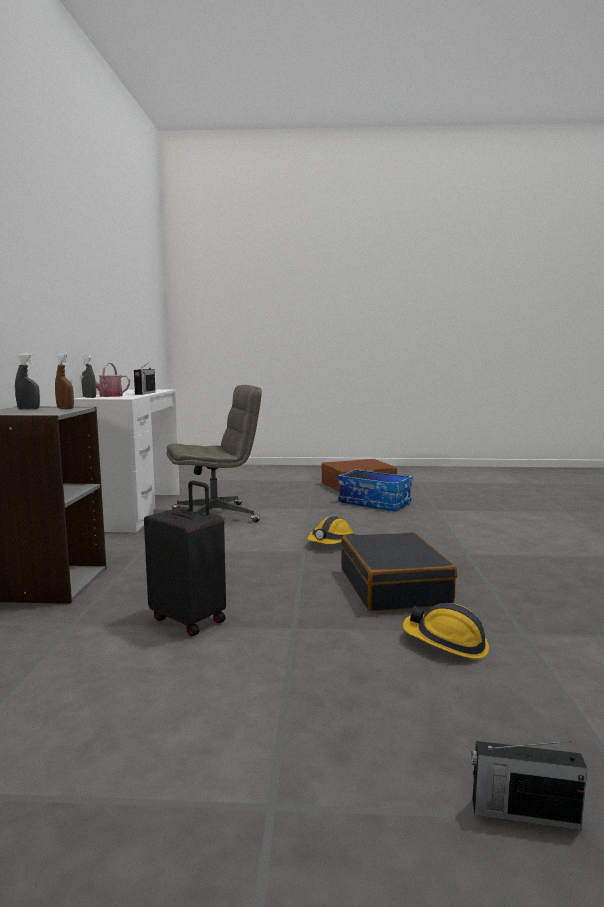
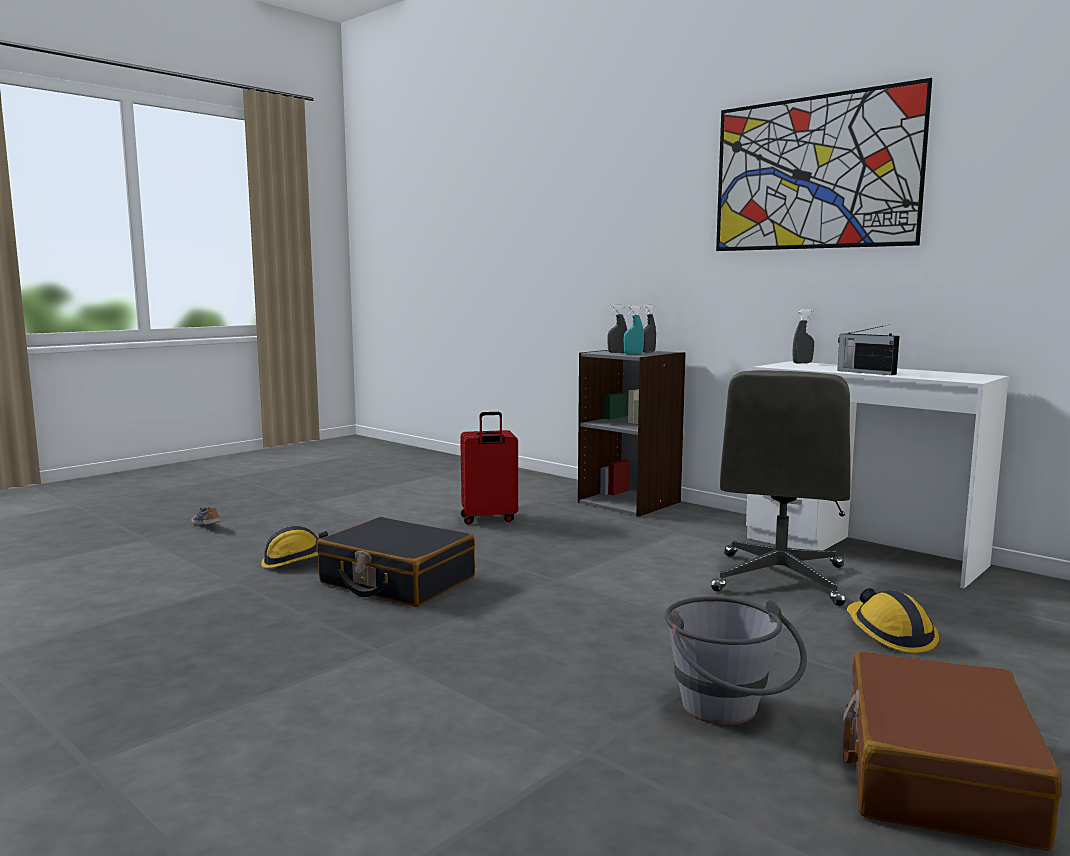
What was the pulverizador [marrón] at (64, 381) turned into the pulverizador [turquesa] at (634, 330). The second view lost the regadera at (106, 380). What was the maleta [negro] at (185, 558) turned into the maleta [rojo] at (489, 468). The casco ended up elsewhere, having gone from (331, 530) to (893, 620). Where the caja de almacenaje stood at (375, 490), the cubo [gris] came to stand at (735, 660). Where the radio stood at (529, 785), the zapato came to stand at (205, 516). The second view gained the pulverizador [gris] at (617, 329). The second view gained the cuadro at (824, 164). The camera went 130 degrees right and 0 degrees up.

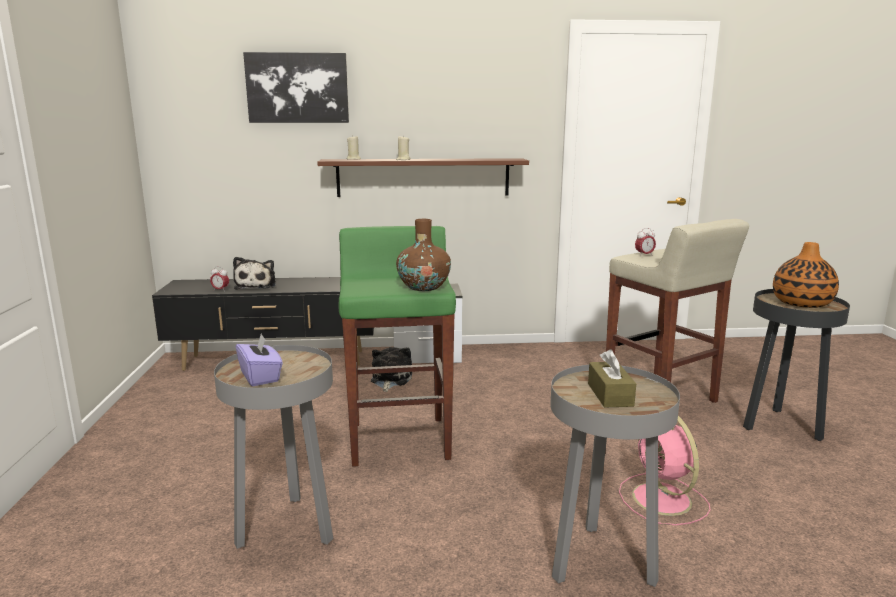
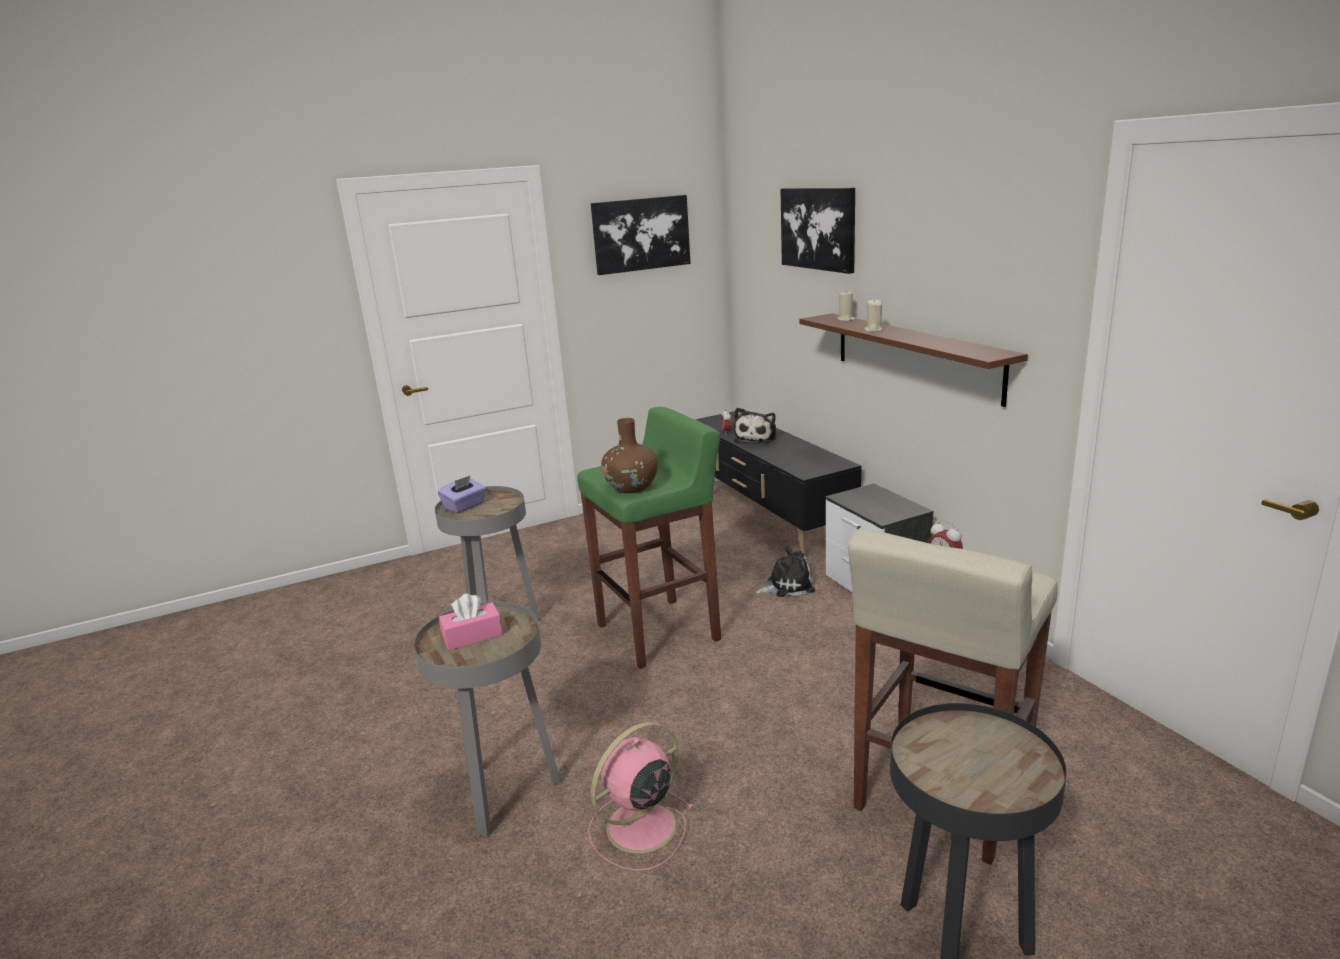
The peluche at (254, 273) ended up facing another way, 45 degrees counterclockwise from before. What was the caja de pañuelos [marrón] at (612, 378) turned into the caja de pañuelos [rosa] at (471, 622). The second view lost the florero at (806, 275). The second view gained the cuadro at (641, 235). The camera went 70 degrees right and 5 degrees up.

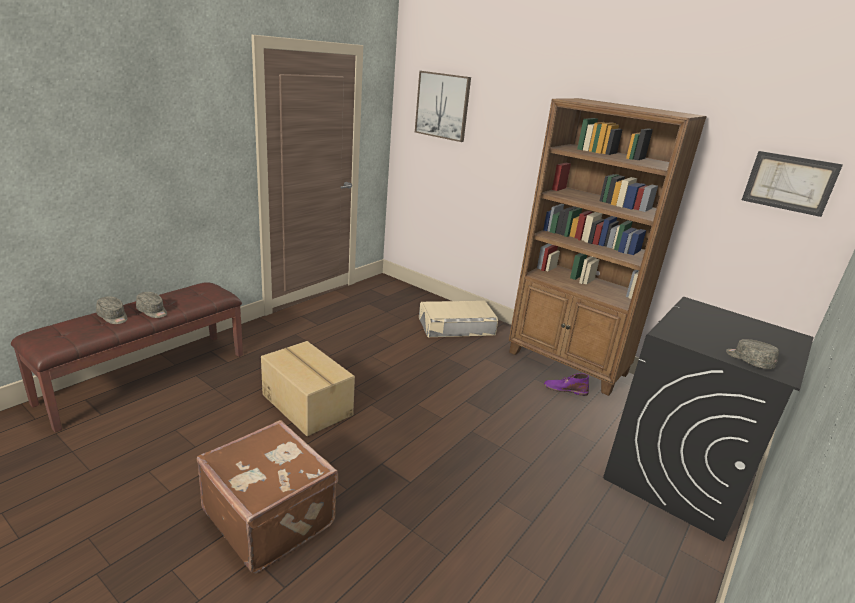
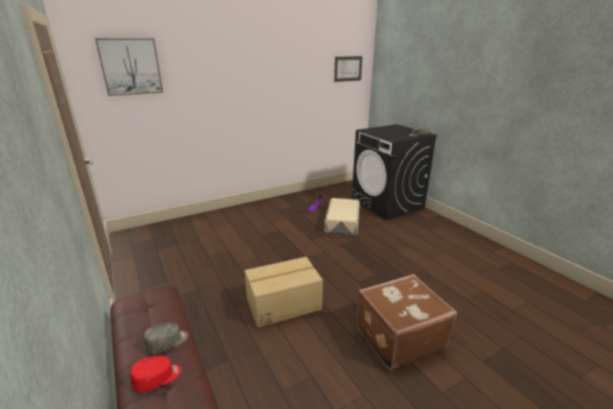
What was the gorra [gris] at (111, 310) turned into the gorra [rojo] at (156, 374). The caja de almacenaje [beis] ended up elsewhere, having gone from (458, 319) to (342, 216). The second view lost the estantería [marrón] at (608, 247). The camera went 65 degrees left and 0 degrees up.

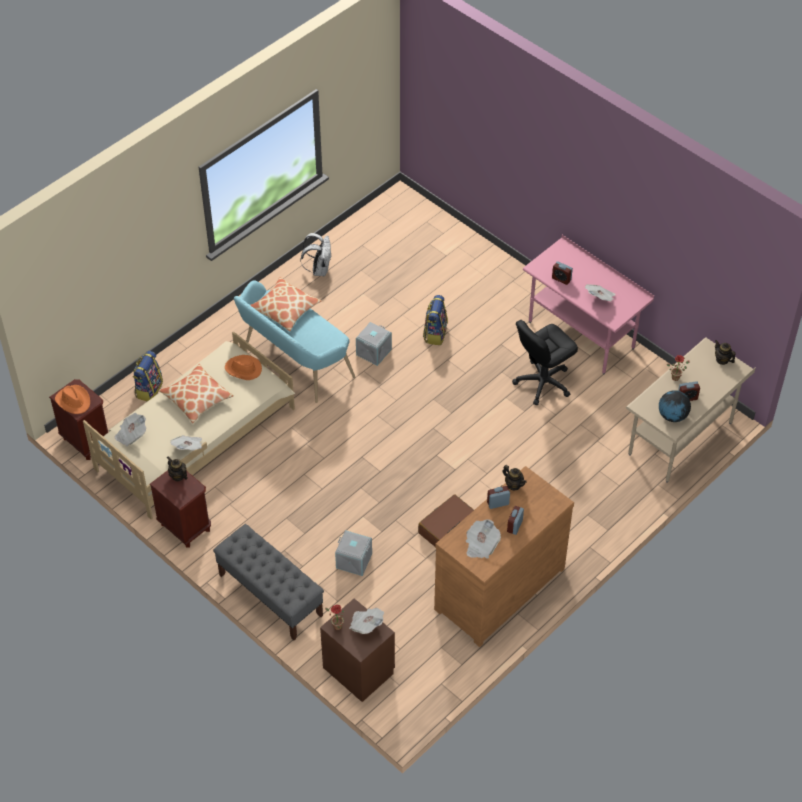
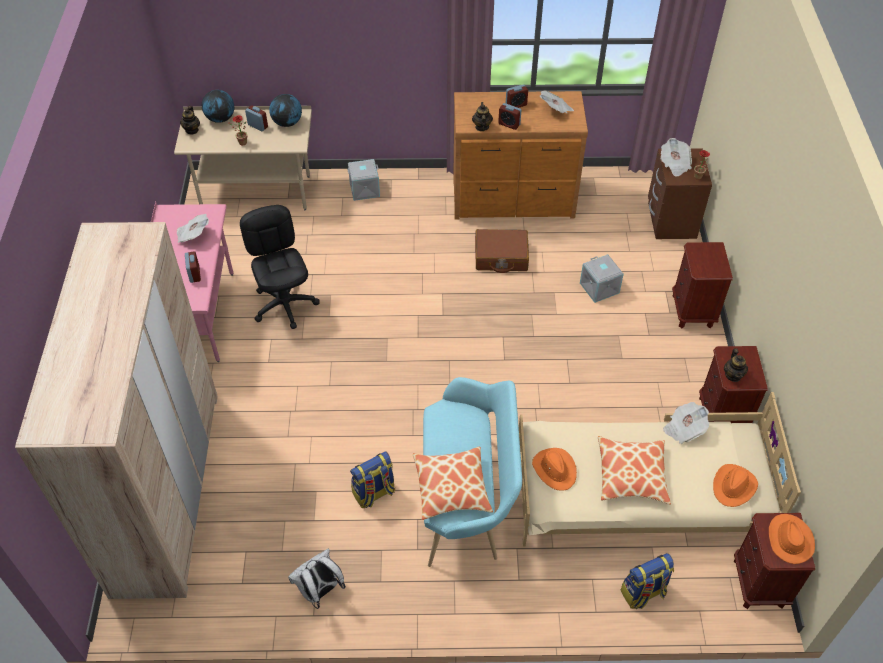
Where the periódico stood at (130, 430), the sombrero [naranja] came to stand at (735, 485). Where the banco [gris] stood at (268, 582), the mesita de noche [marrón] came to stand at (702, 285). The caja de almacenaje [gris] ended up elsewhere, having gone from (374, 344) to (363, 180). The mochila ended up elsewhere, having gone from (435, 320) to (372, 479). The silla de oficina [negro] at (545, 362) ended up facing another way, 120 degrees counterclockwise from before. The second view gained the armario ropero [beis] at (116, 410). The second view gained the globo terráqueo at (218, 106). The camera went 135 degrees left and 0 degrees up.

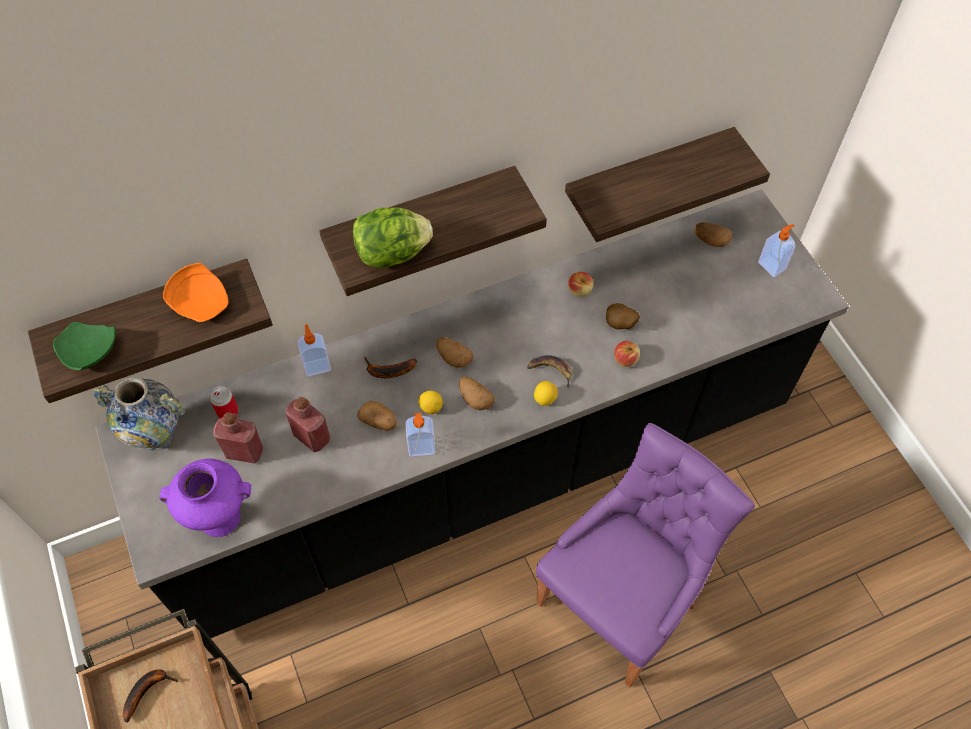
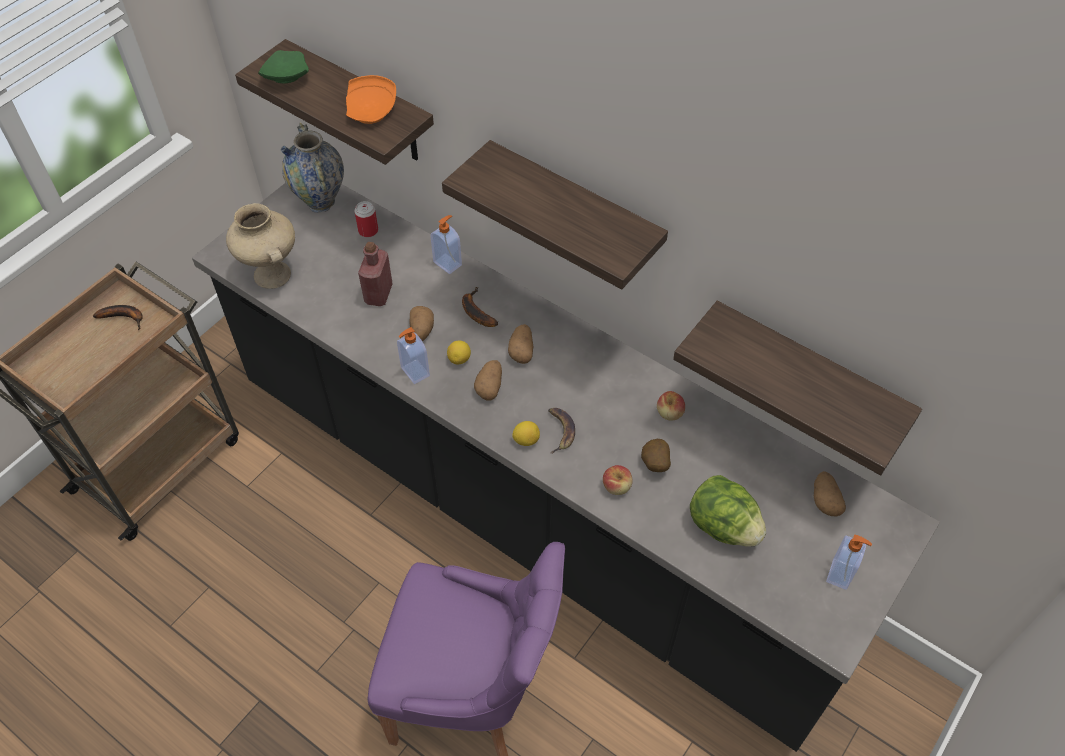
What was the florero [morado] at (205, 497) turned into the florero [beis] at (260, 246). The second view lost the botella [rojo] at (238, 438). The lechuga ended up elsewhere, having gone from (393, 237) to (728, 511). The camera went 60 degrees right and 5 degrees down.

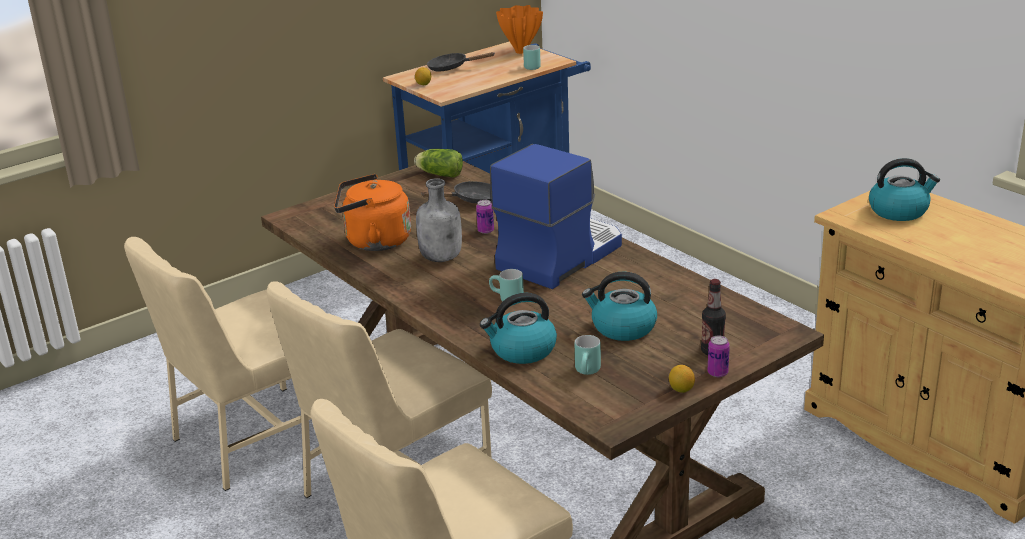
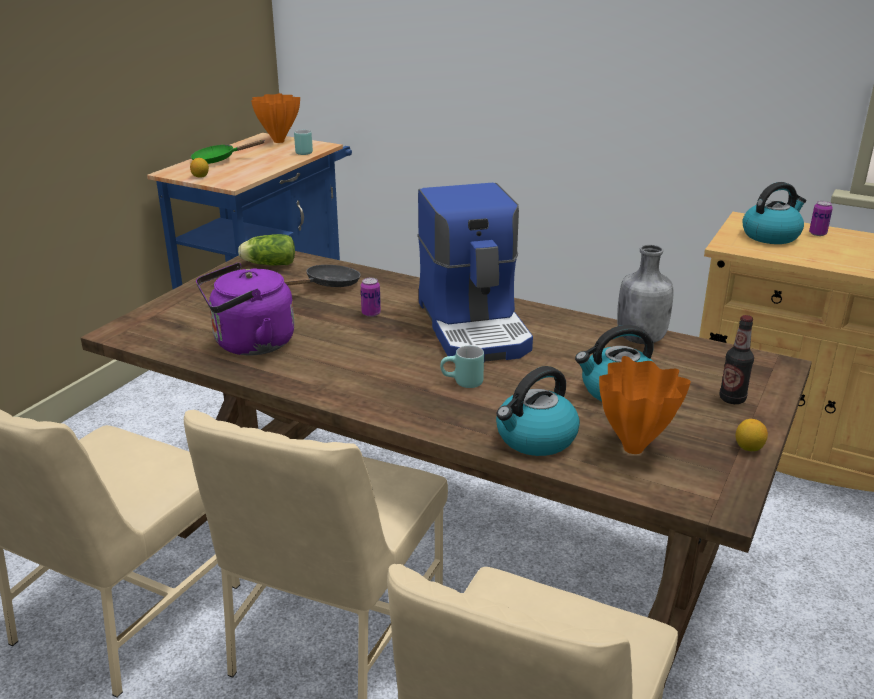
What was the hervidor [naranja] at (372, 212) turned into the hervidor [morado] at (245, 309). The botella [gris] ended up elsewhere, having gone from (439, 220) to (645, 294). What was the sartén [negro] at (461, 61) turned into the sartén [verde] at (227, 152). The cafetera at (556, 216) ended up facing another way, 150 degrees clockwise from before. Where the taza grande [turquesa] stood at (588, 355), the florero [naranja] came to stand at (645, 405). The lata ended up elsewhere, having gone from (719, 356) to (821, 218). The camera went 25 degrees left and 0 degrees up.

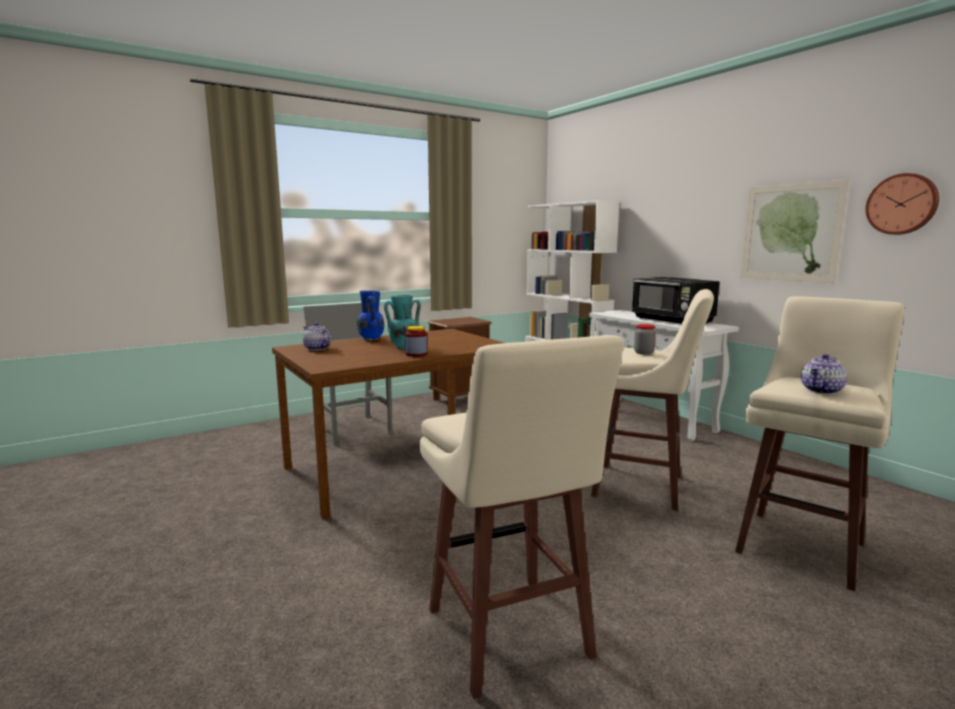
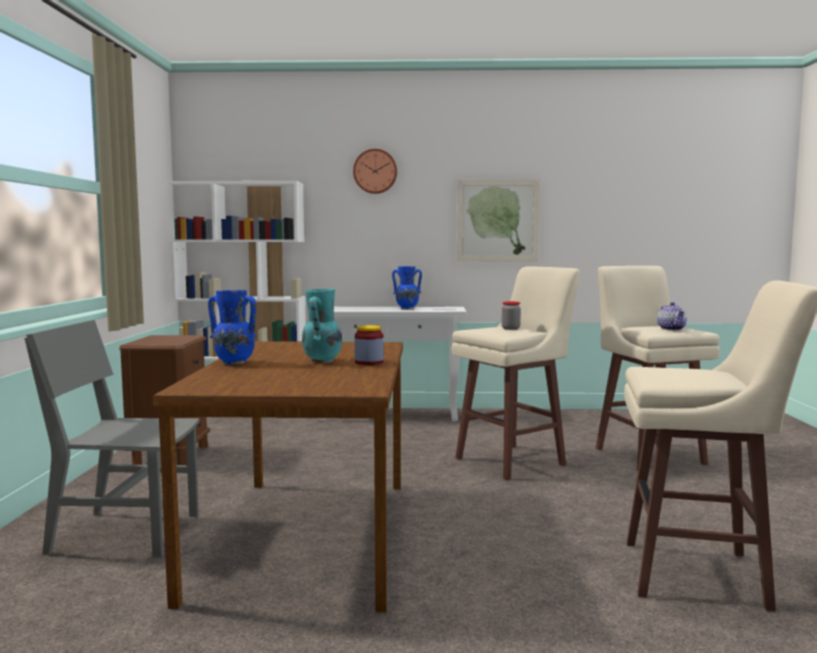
The second view lost the tetera at (317, 336). Where the microondas [negro] stood at (676, 300), the florero [azul] came to stand at (407, 287). The reloj de pared ended up elsewhere, having gone from (902, 204) to (375, 171). The camera went 55 degrees left and 5 degrees down.

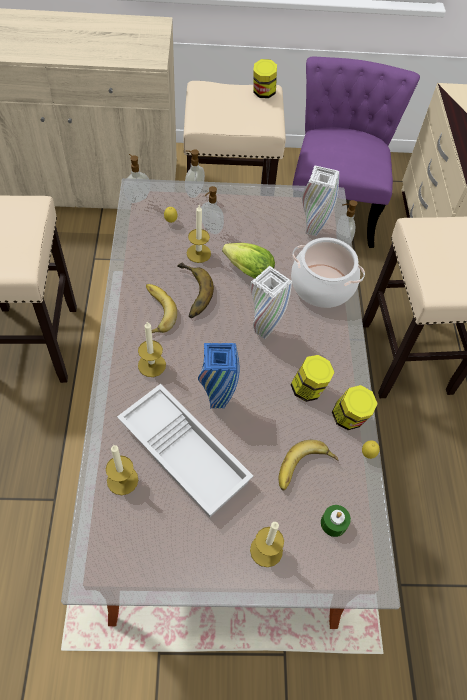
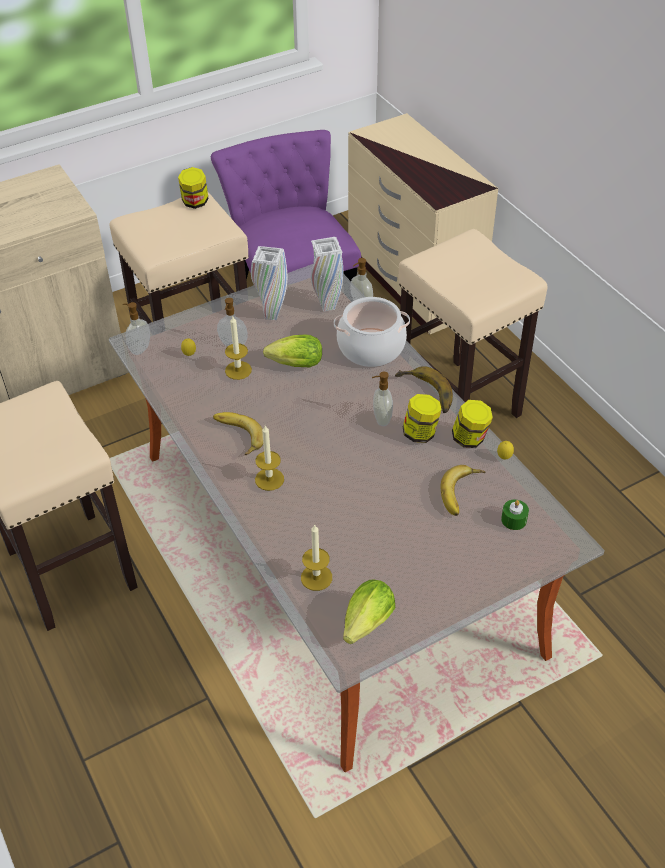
The second view lost the bandeja [blanco] at (185, 450). The plátano ended up elsewhere, having gone from (195, 290) to (424, 389). The dispensador de jabón ended up elsewhere, having gone from (195, 173) to (382, 399). The second view lost the florero [azul] at (219, 375). The florero [blanco] ended up elsewhere, having gone from (271, 302) to (269, 283). The second view lost the vela at (267, 544). The second view gained the lechuga at (369, 612). The camera went 25 degrees left and 10 degrees down.

